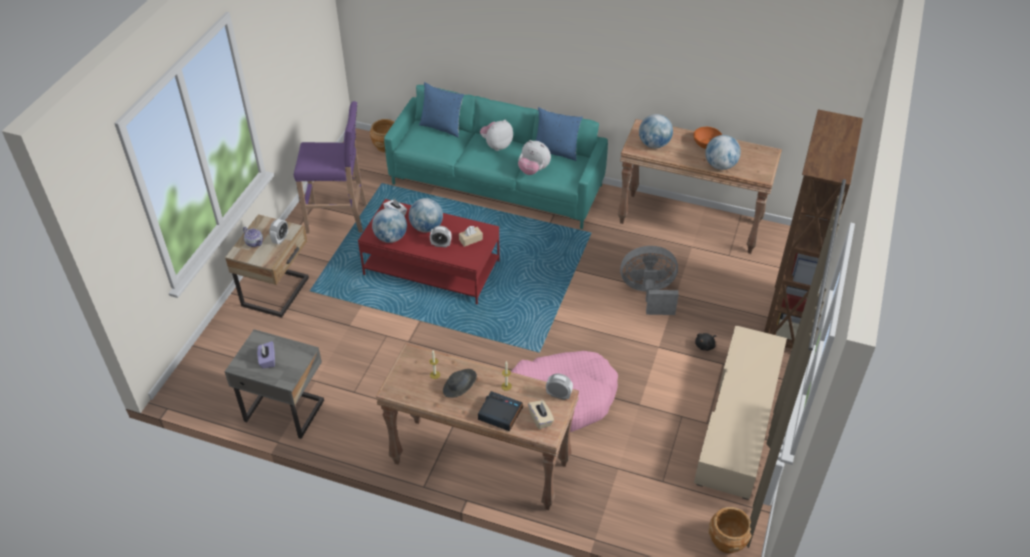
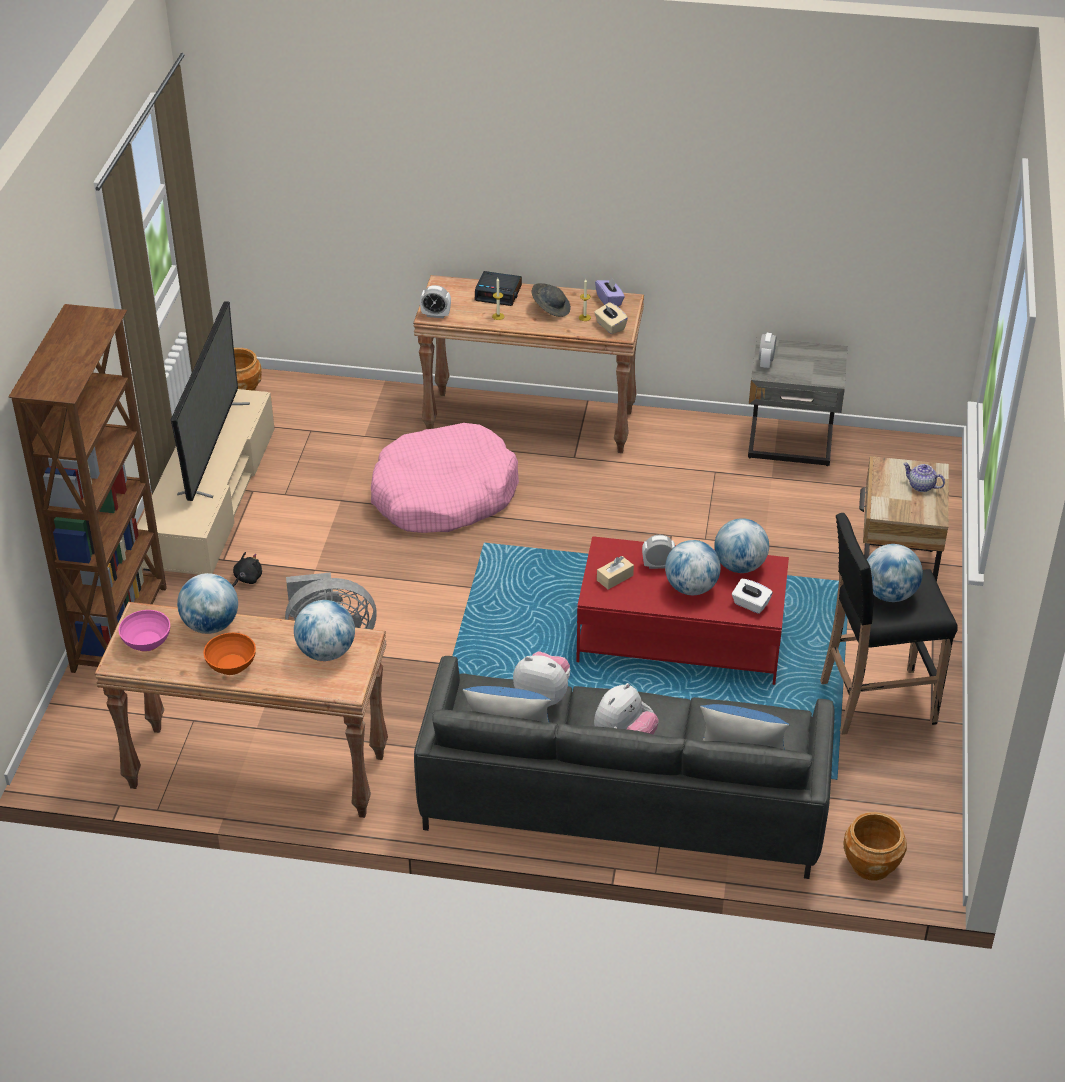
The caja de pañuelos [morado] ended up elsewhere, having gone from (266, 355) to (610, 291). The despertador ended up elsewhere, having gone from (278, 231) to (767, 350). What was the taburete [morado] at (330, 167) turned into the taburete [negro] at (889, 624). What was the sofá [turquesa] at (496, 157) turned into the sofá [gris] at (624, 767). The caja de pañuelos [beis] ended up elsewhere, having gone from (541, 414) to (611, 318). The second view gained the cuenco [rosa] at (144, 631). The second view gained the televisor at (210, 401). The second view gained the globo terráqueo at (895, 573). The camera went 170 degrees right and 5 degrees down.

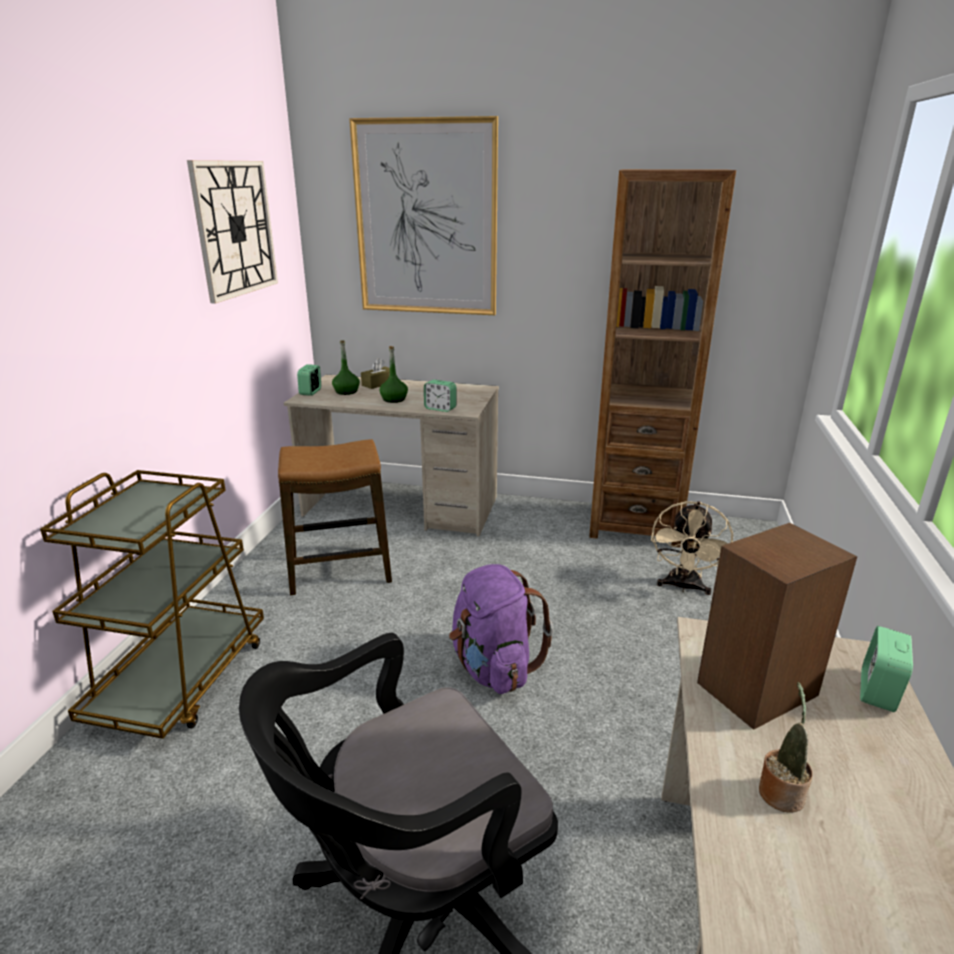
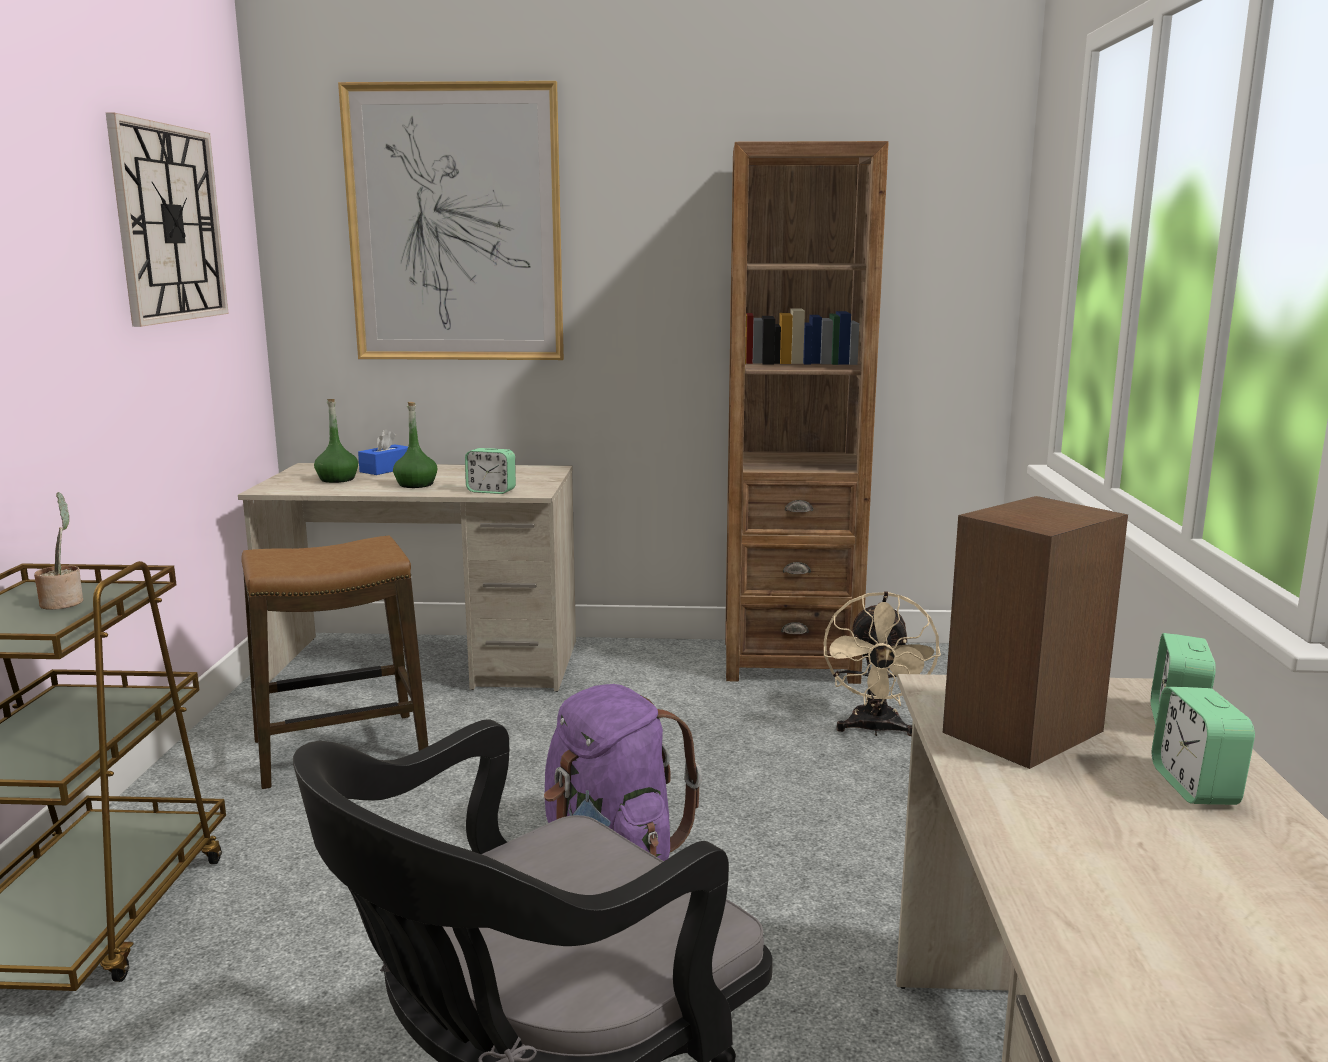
The despertador ended up elsewhere, having gone from (309, 380) to (1203, 746). What was the caja de pañuelos [marrón] at (375, 373) turned into the caja de pañuelos [azul] at (383, 452). The planta en maceta ended up elsewhere, having gone from (786, 747) to (58, 551). The camera went 10 degrees left and 10 degrees down.

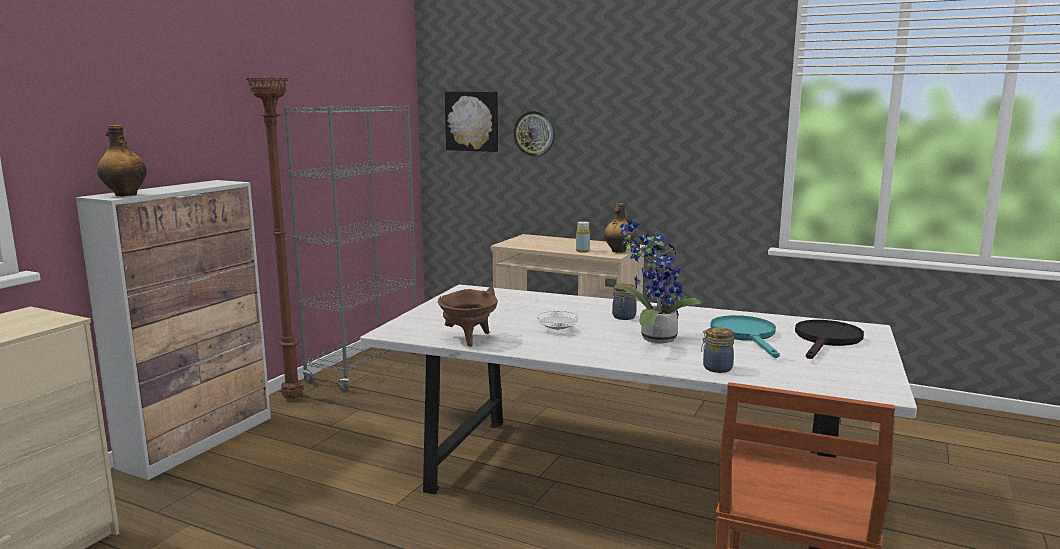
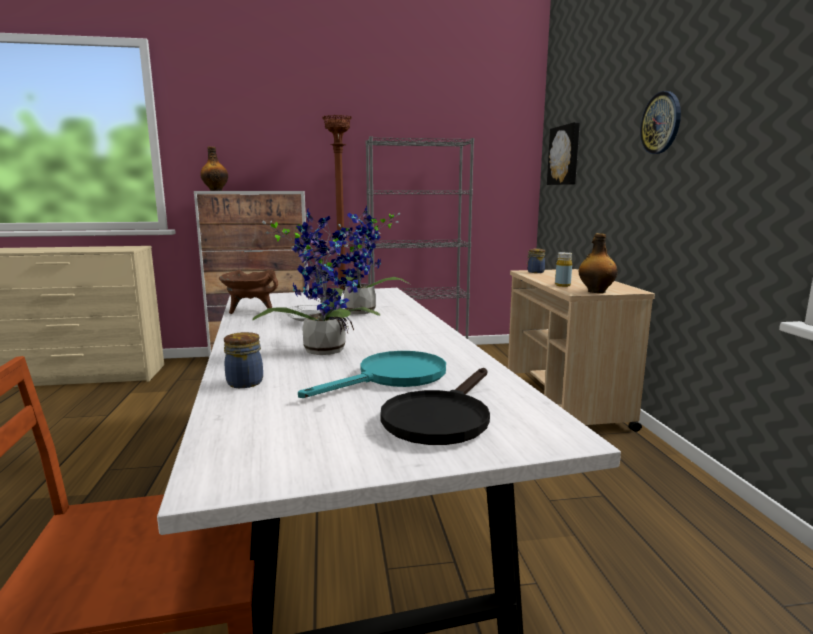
The reloj de pared ended up elsewhere, having gone from (534, 133) to (660, 122). The tarro ended up elsewhere, having gone from (624, 302) to (535, 260). The sartén [negro] at (829, 339) ended up facing another way, 120 degrees clockwise from before. The second view gained the planta en maceta at (369, 260). The camera went 55 degrees right and 0 degrees up.

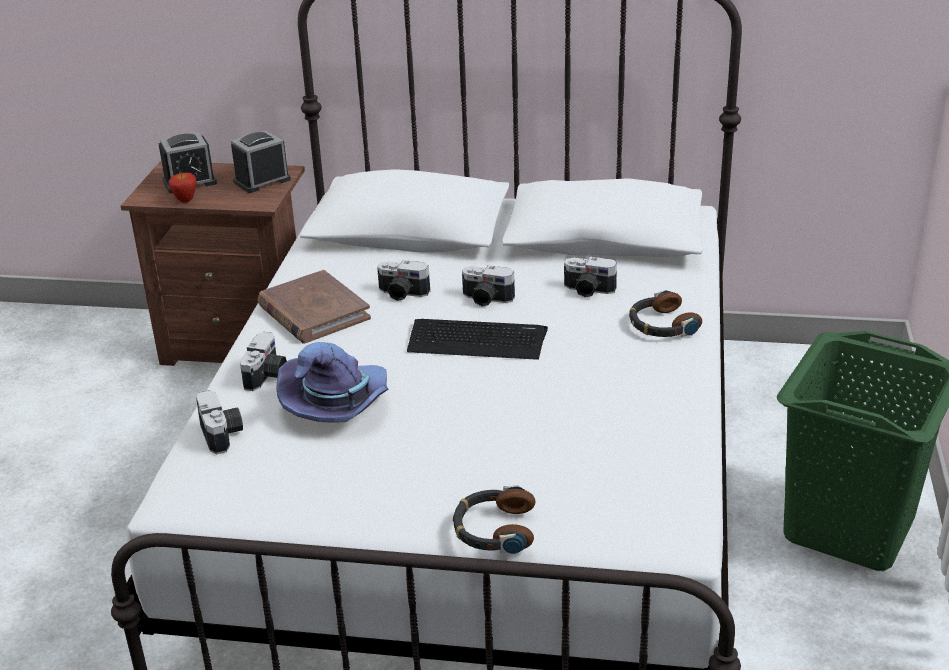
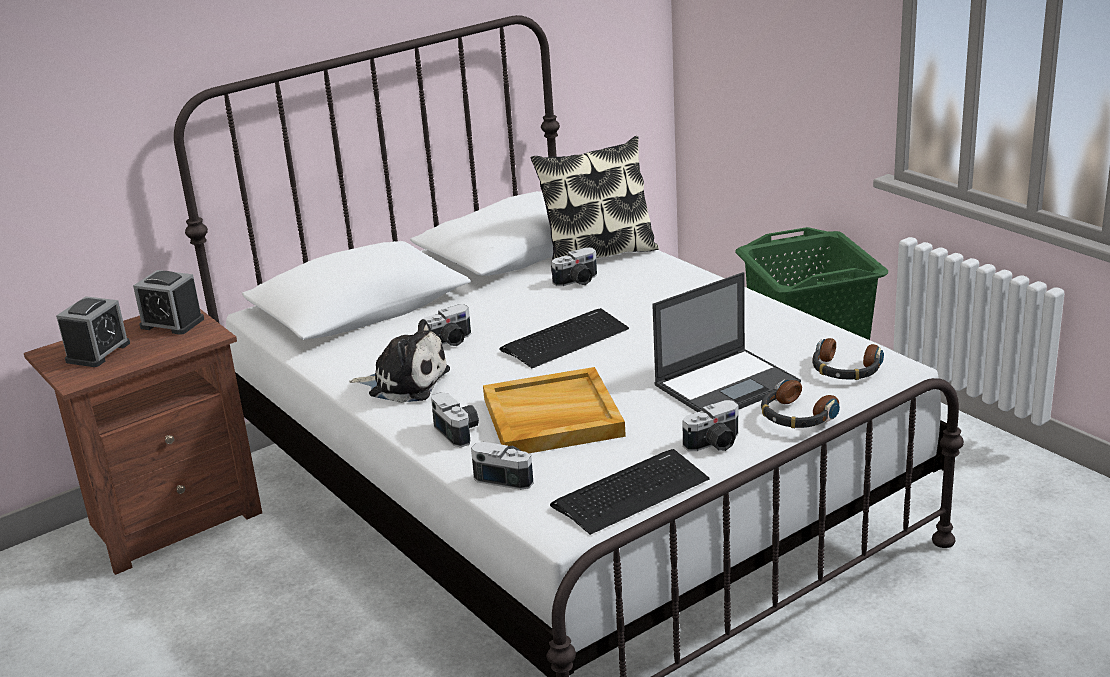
The second view lost the manzana at (182, 188). The despertador at (261, 161) ended up facing another way, 75 degrees counterclockwise from before. Where the libro [marrón] stood at (314, 307), the peluche came to stand at (399, 361). Where the sombrero [morado] stood at (332, 382), the bandeja [beis] came to stand at (554, 410). The cámara ended up elsewhere, having gone from (488, 285) to (710, 425). The auriculares ended up elsewhere, having gone from (665, 313) to (848, 359). The second view gained the cojín at (595, 203). The second view gained the teclado at (629, 492). The second view gained the portátil at (726, 342). The camera went 45 degrees left and 5 degrees down.

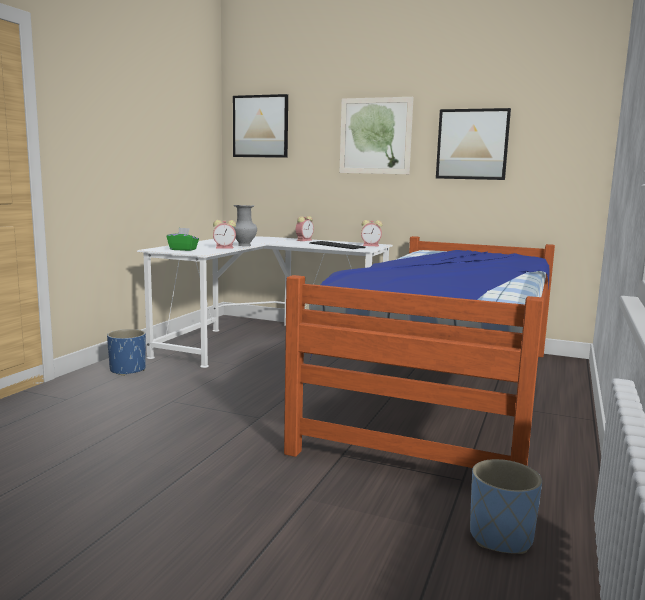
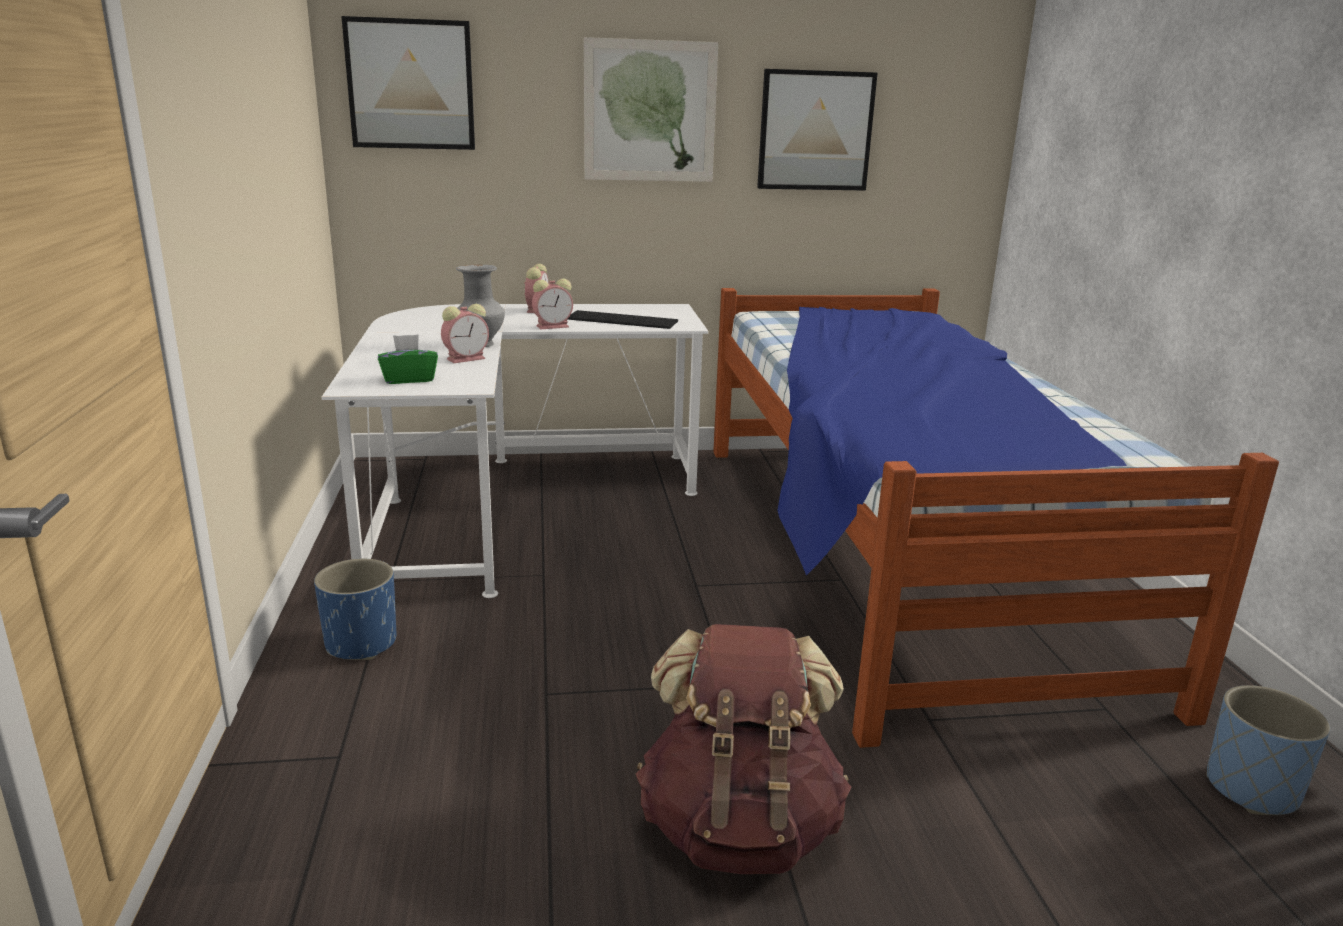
The despertador ended up elsewhere, having gone from (371, 233) to (552, 303). The second view gained the mochila [marrón] at (743, 749). The camera went 30 degrees left and 10 degrees up.

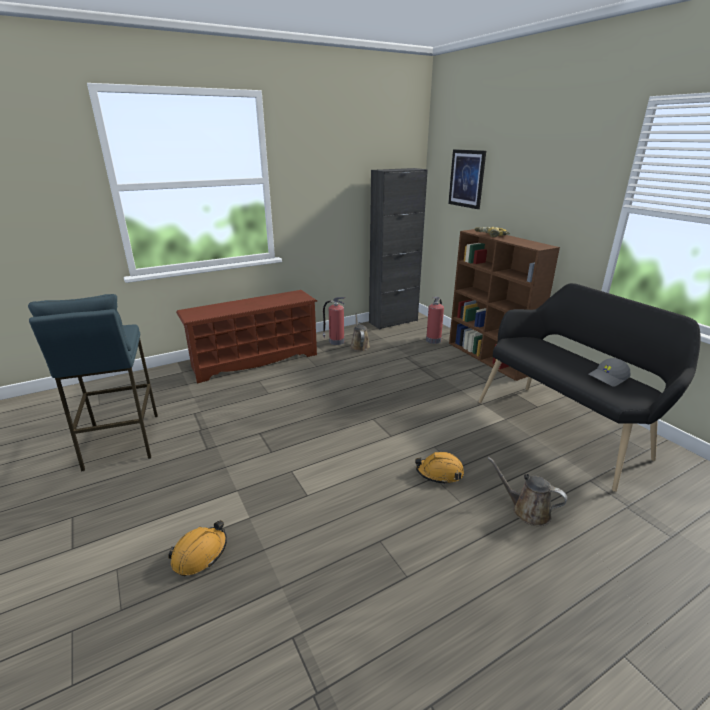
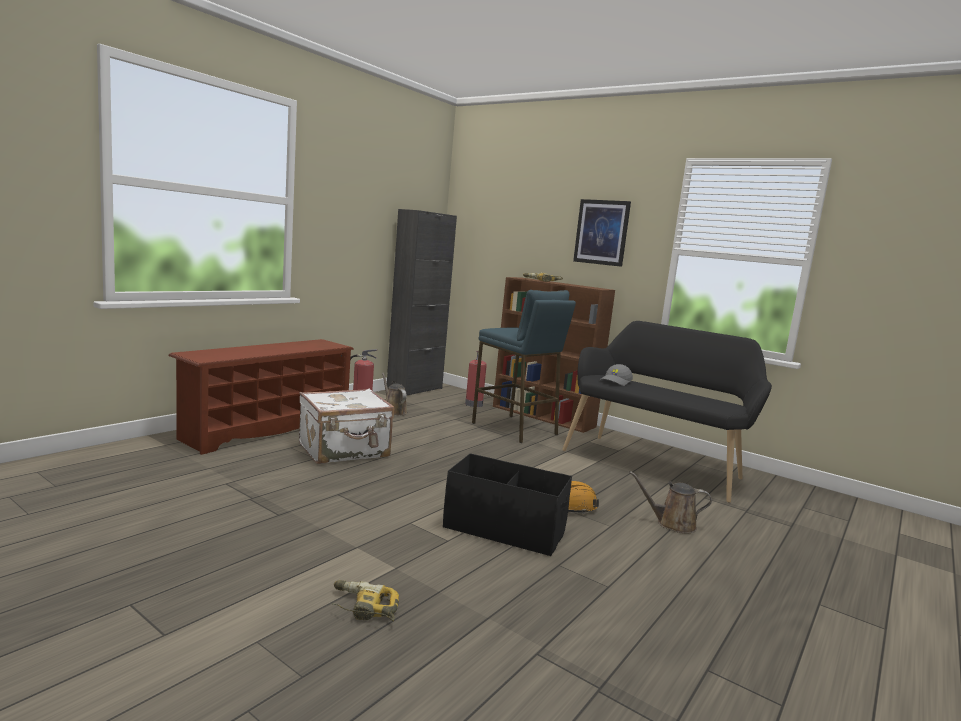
The taburete [azul] ended up elsewhere, having gone from (93, 383) to (524, 366). Where the casco [naranja] stood at (198, 548), the taladro came to stand at (365, 601). The cuadro ended up elsewhere, having gone from (467, 179) to (602, 233). The gorra [gris] ended up elsewhere, having gone from (609, 372) to (616, 375). The second view gained the maleta [blanco] at (346, 426). The second view gained the caja de almacenaje [negro] at (507, 505). The camera went 25 degrees left and 15 degrees down.

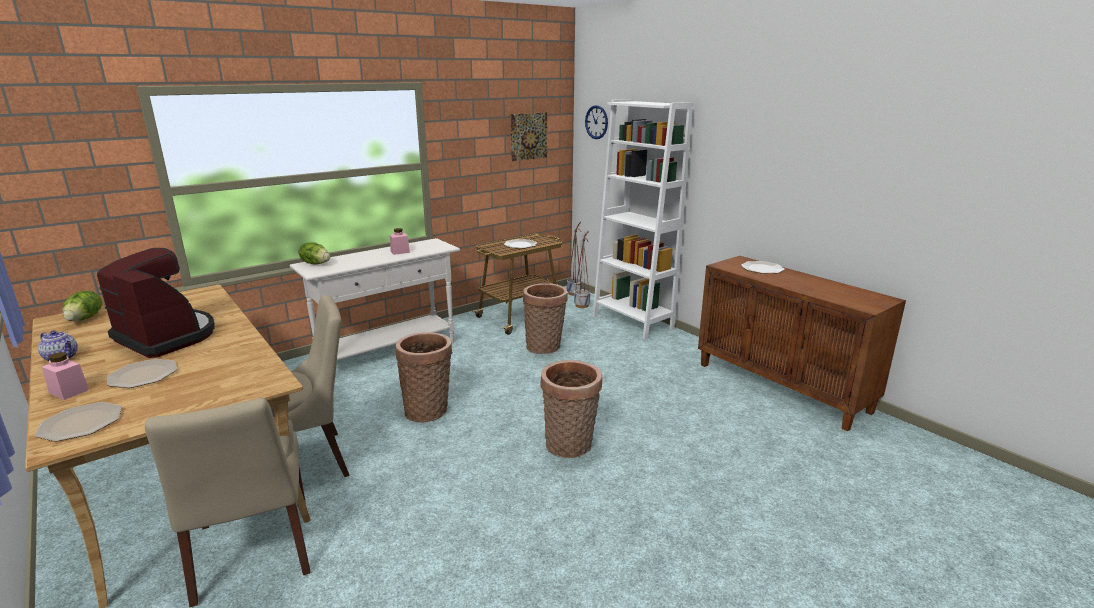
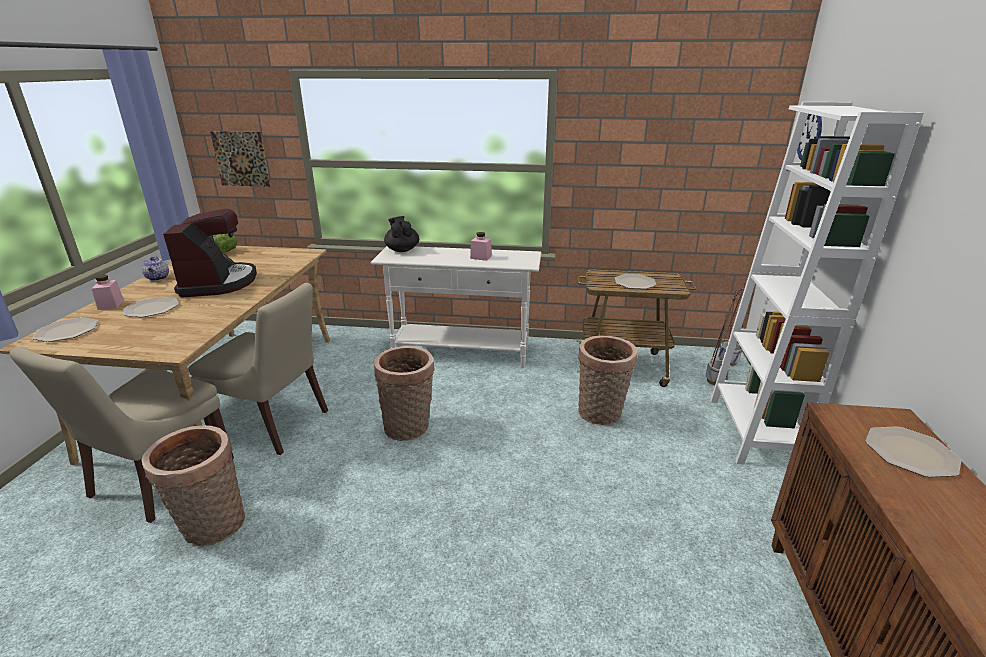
Where the lechuga stood at (314, 253), the tetera [negro] came to stand at (401, 234). The cuadro ended up elsewhere, having gone from (529, 136) to (240, 159). The cesta ended up elsewhere, having gone from (571, 409) to (193, 485). The camera went 45 degrees right and 5 degrees up.

